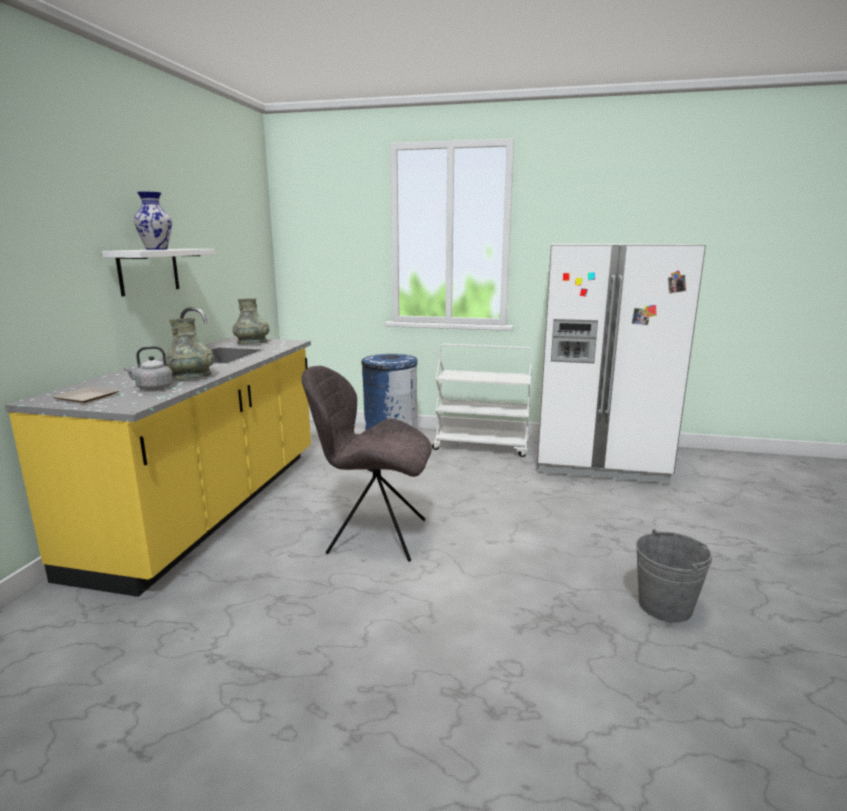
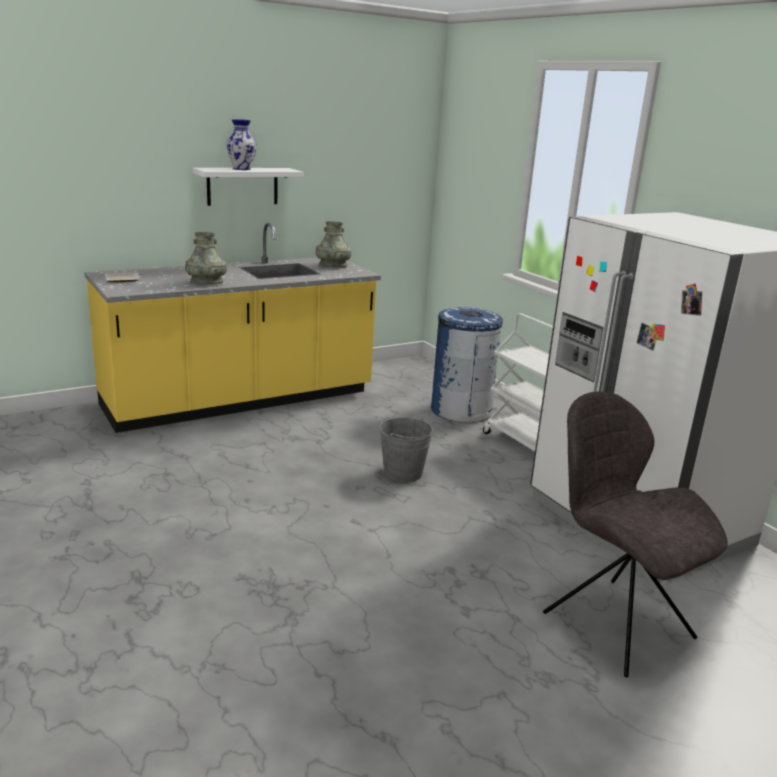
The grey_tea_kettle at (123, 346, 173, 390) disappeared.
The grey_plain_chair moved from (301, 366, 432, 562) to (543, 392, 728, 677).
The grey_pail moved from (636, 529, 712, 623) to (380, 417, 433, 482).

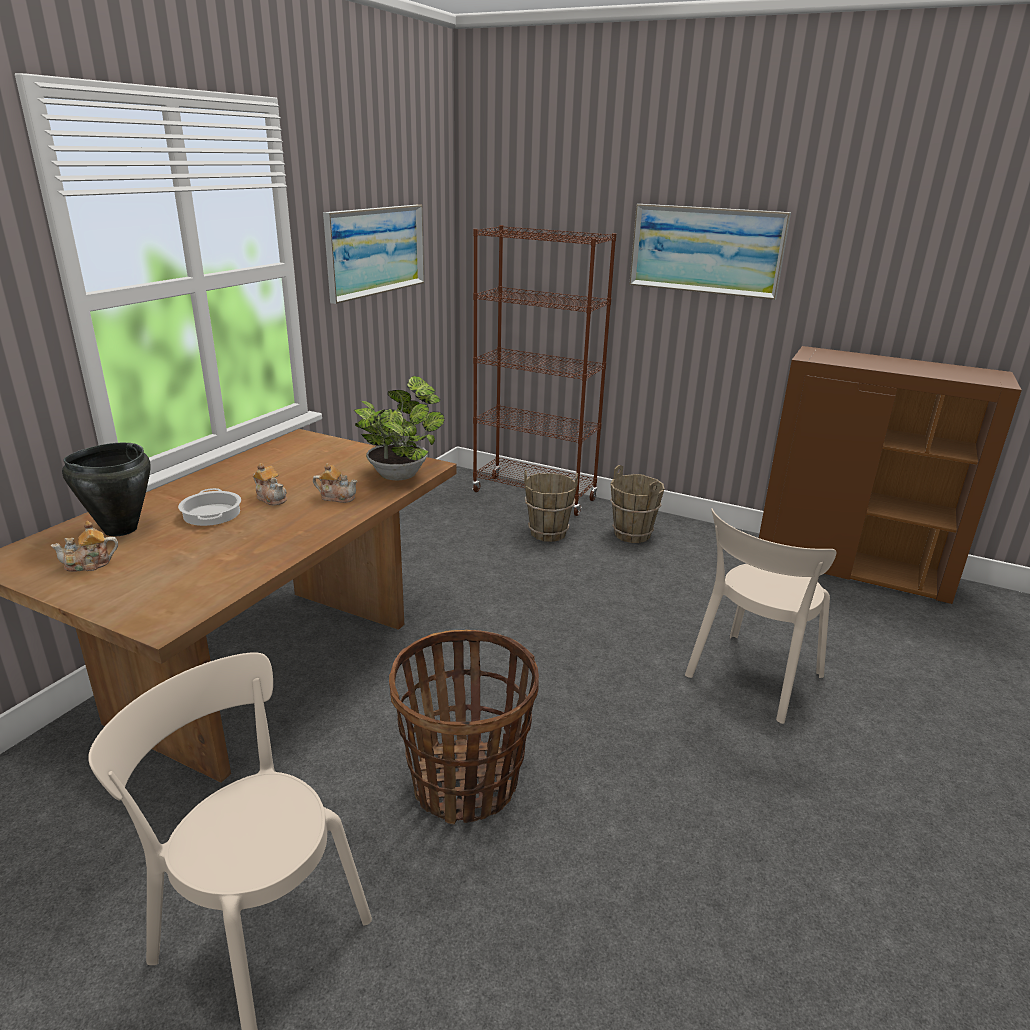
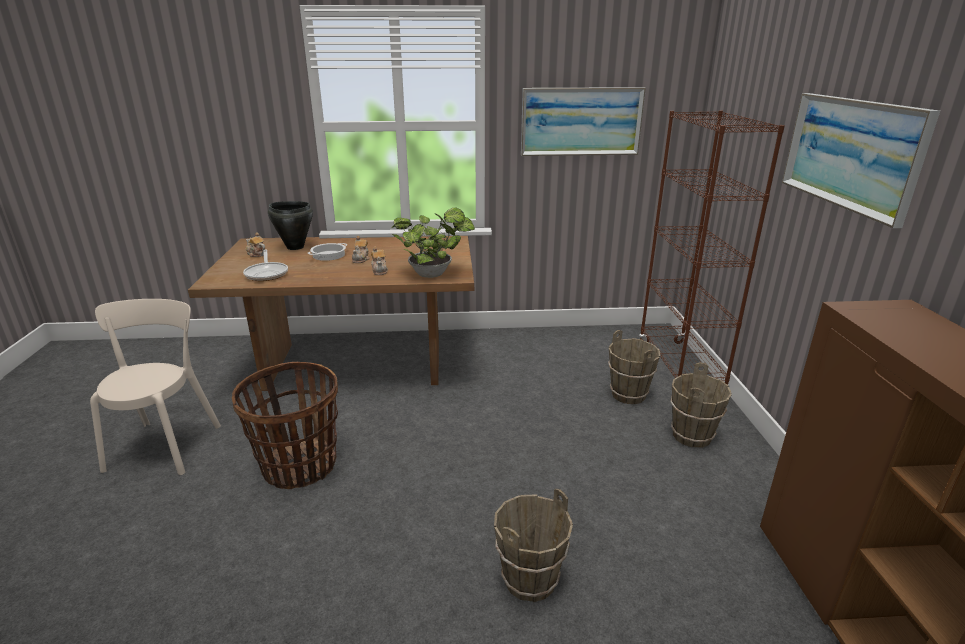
The beige_plain_chair at (685, 508, 836, 724) was replaced by the brown_pail at (494, 489, 573, 602).
The pan at (243, 249, 288, 281) appeared.

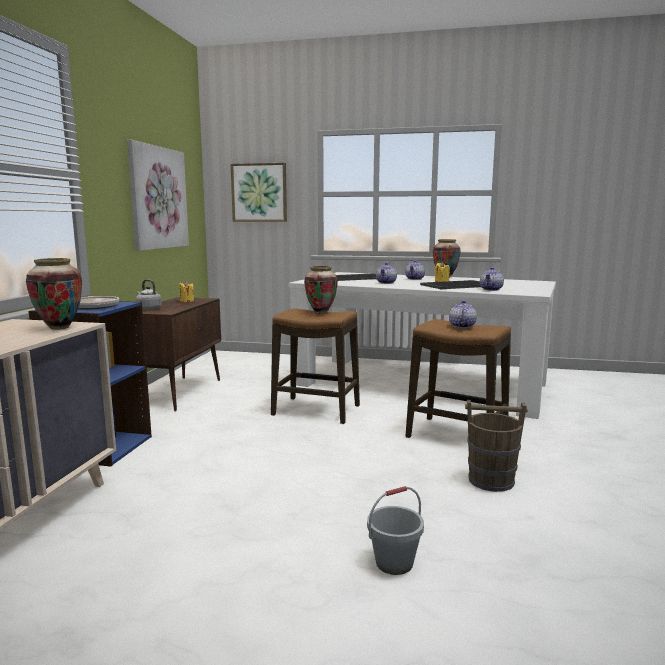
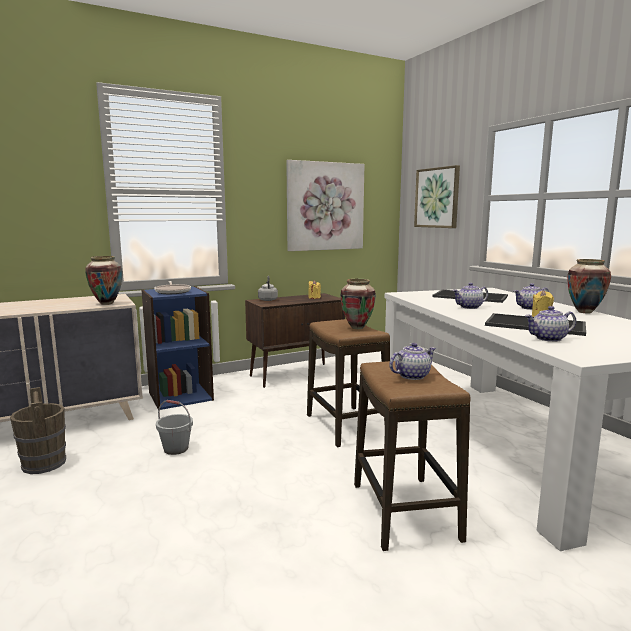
The brown_pail moved from (465, 400, 527, 492) to (10, 387, 66, 474).
The grey_pail moved from (367, 486, 424, 575) to (156, 400, 193, 455).

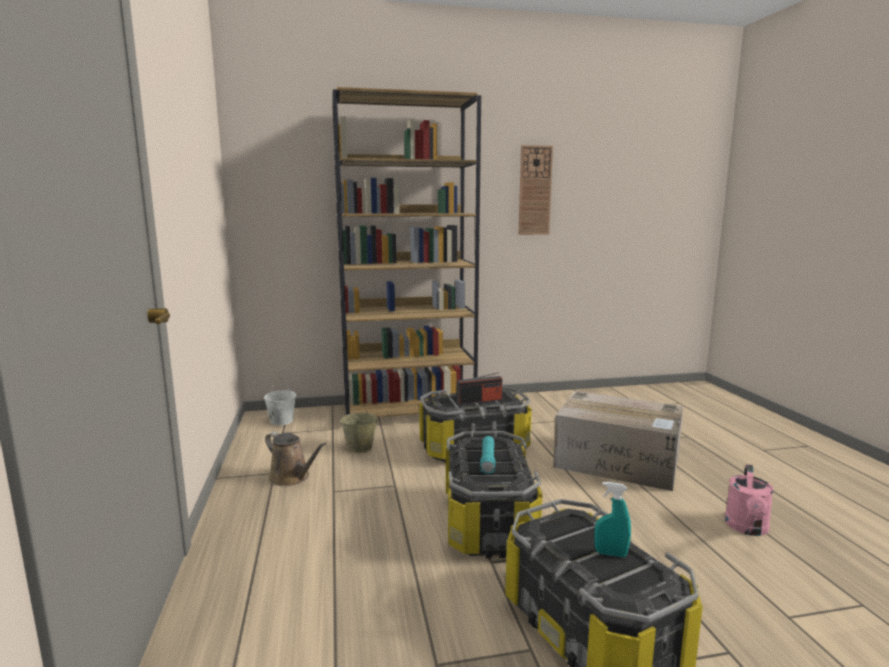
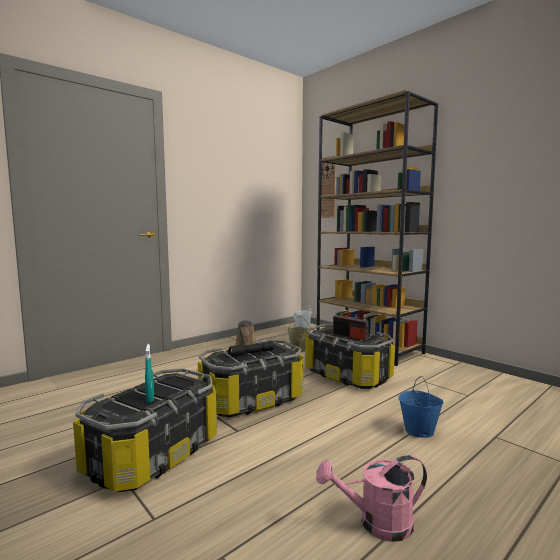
The wall_clock moved from (518, 145, 553, 235) to (318, 156, 337, 218).
The cardboard_box at (553, 391, 683, 491) was replaced by the blue_pail at (399, 376, 444, 438).
The blue-green_hand_torch at (480, 436, 495, 474) became the black_hand_torch at (228, 342, 274, 356).

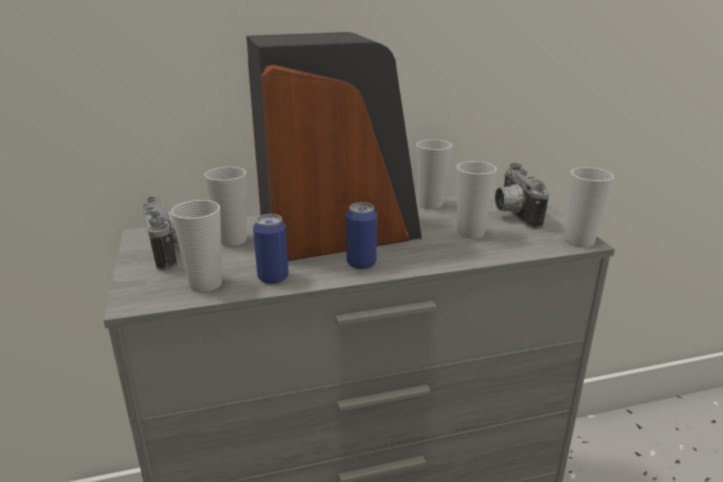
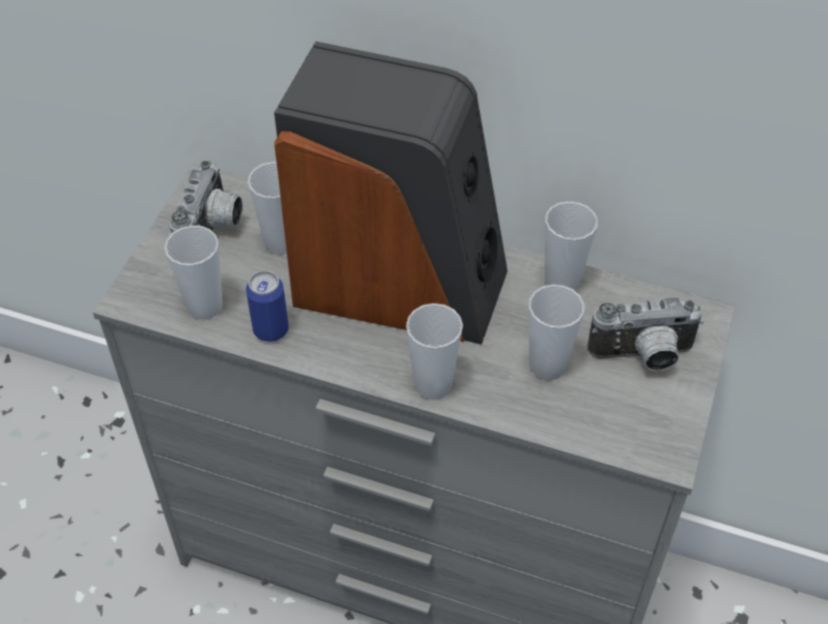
The still_camera at (495, 163, 549, 229) turned 120 degrees counterclockwise.
The drinking_cup moved from (566, 167, 614, 247) to (406, 303, 463, 400).
The can at (346, 202, 377, 270) disappeared.

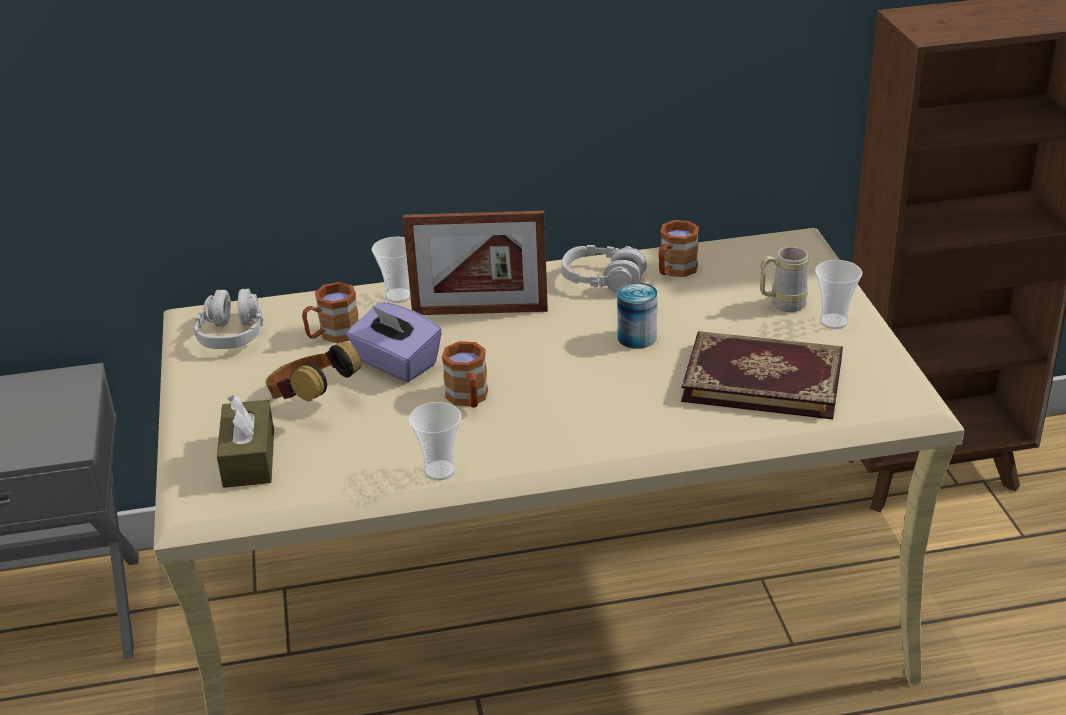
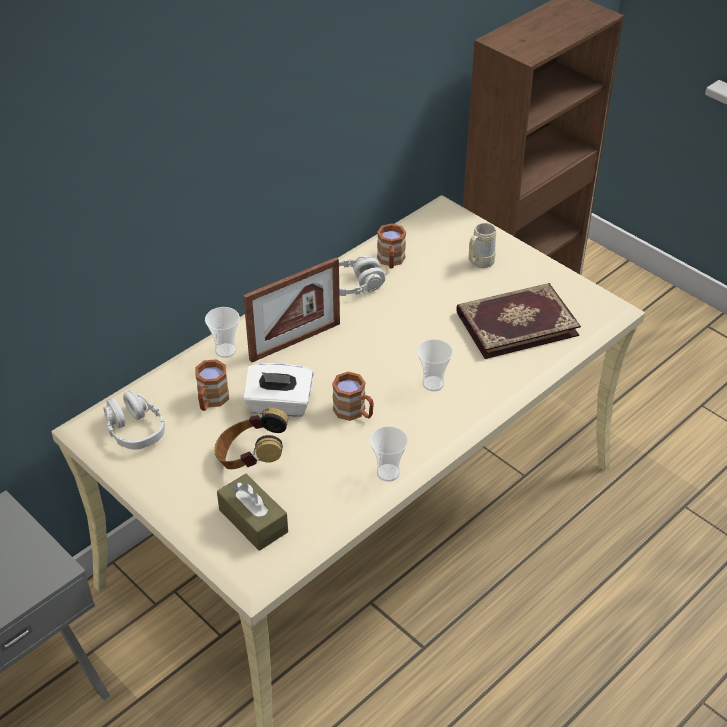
The drinking_cup moved from (815, 260, 862, 329) to (417, 339, 453, 391).
The can at (617, 283, 657, 349) disappeared.
The purplish_tissue_box at (347, 302, 442, 382) became the whitish_tissue_box at (243, 363, 313, 417).

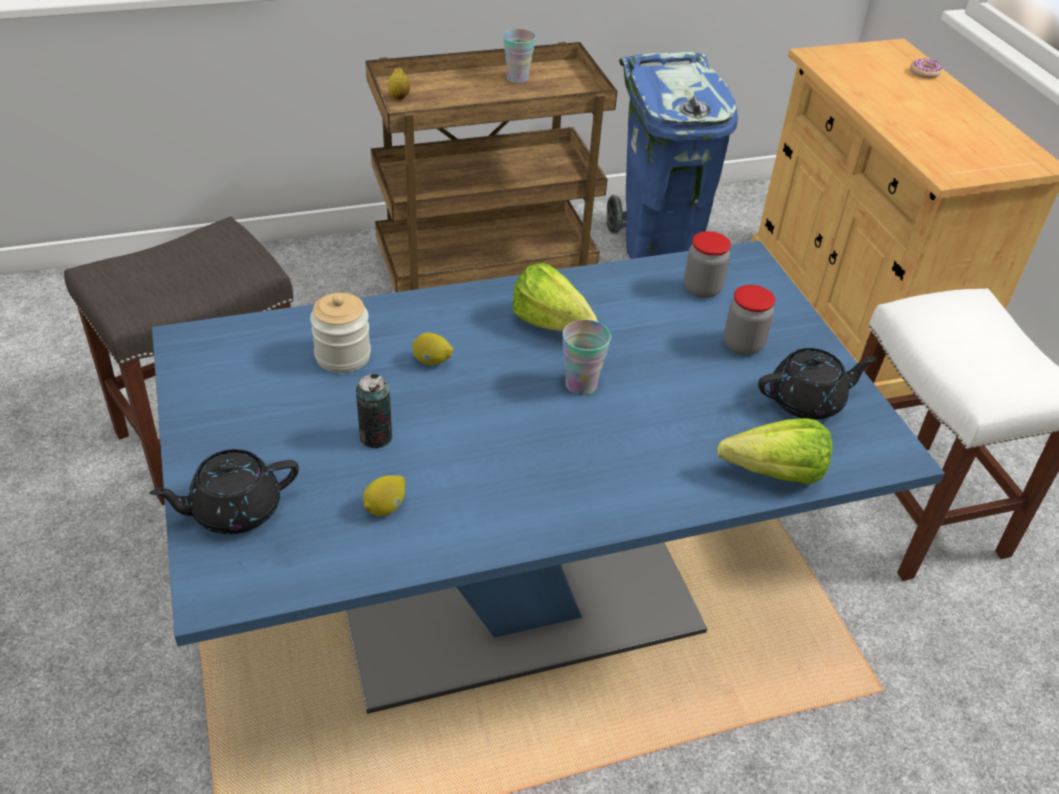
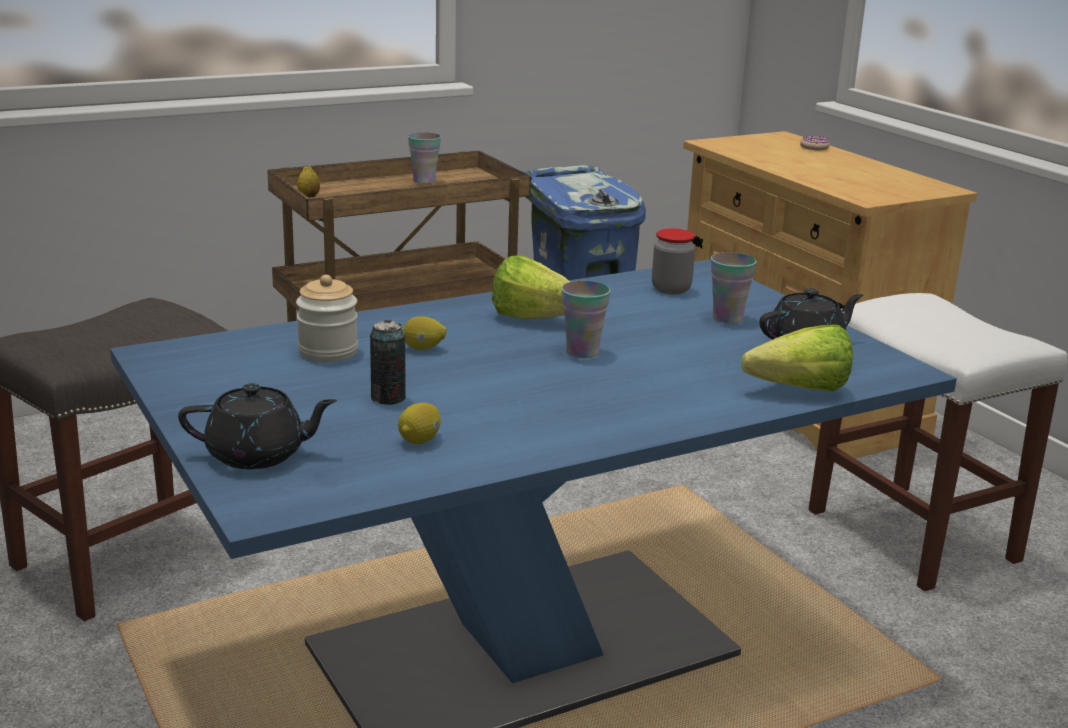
The jar at (724, 285, 775, 355) was replaced by the drinking_cup at (711, 252, 757, 324).
The black_teapot at (149, 449, 299, 534) turned 150 degrees counterclockwise.

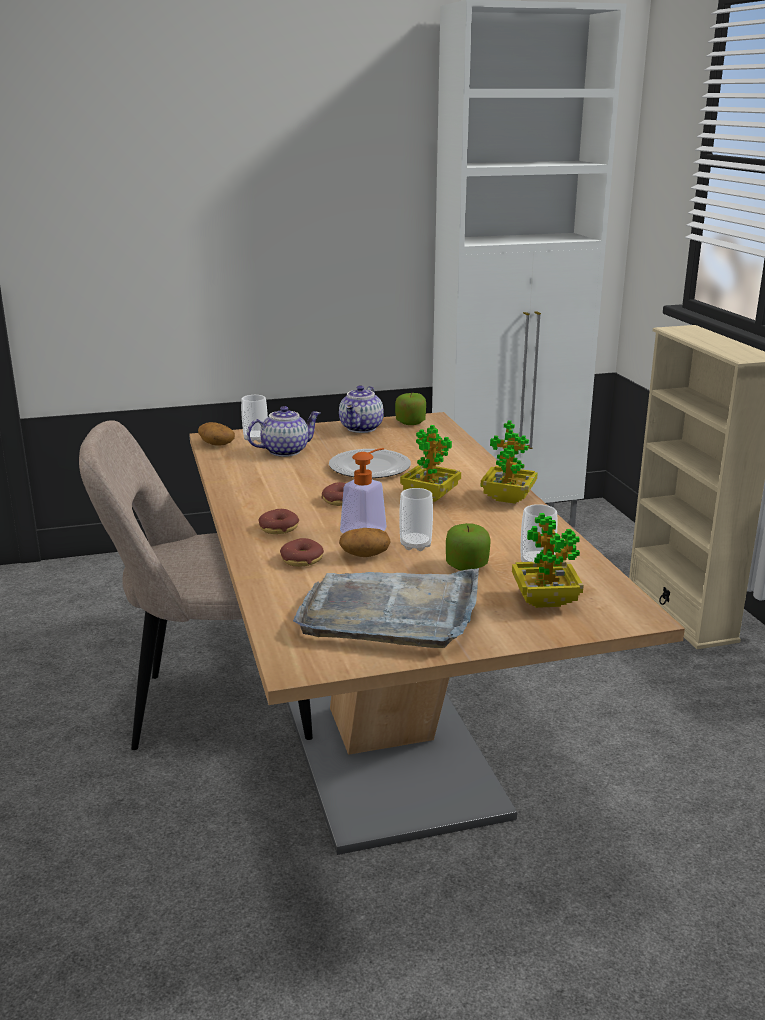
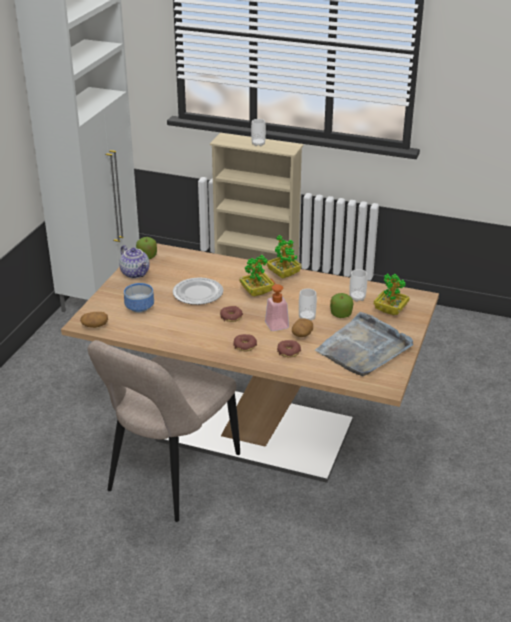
The drinking_cup moved from (241, 395, 268, 442) to (251, 119, 266, 146).
The teapot at (247, 406, 320, 457) was replaced by the bowl at (124, 283, 154, 313).

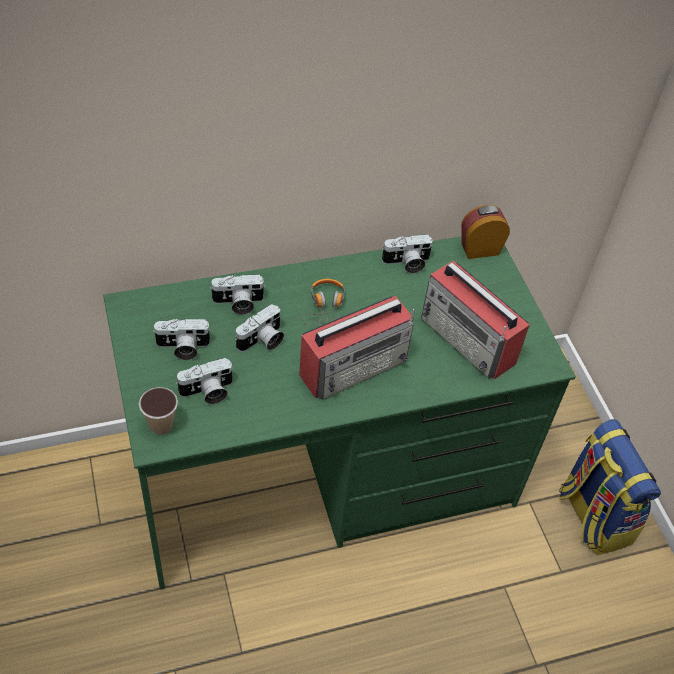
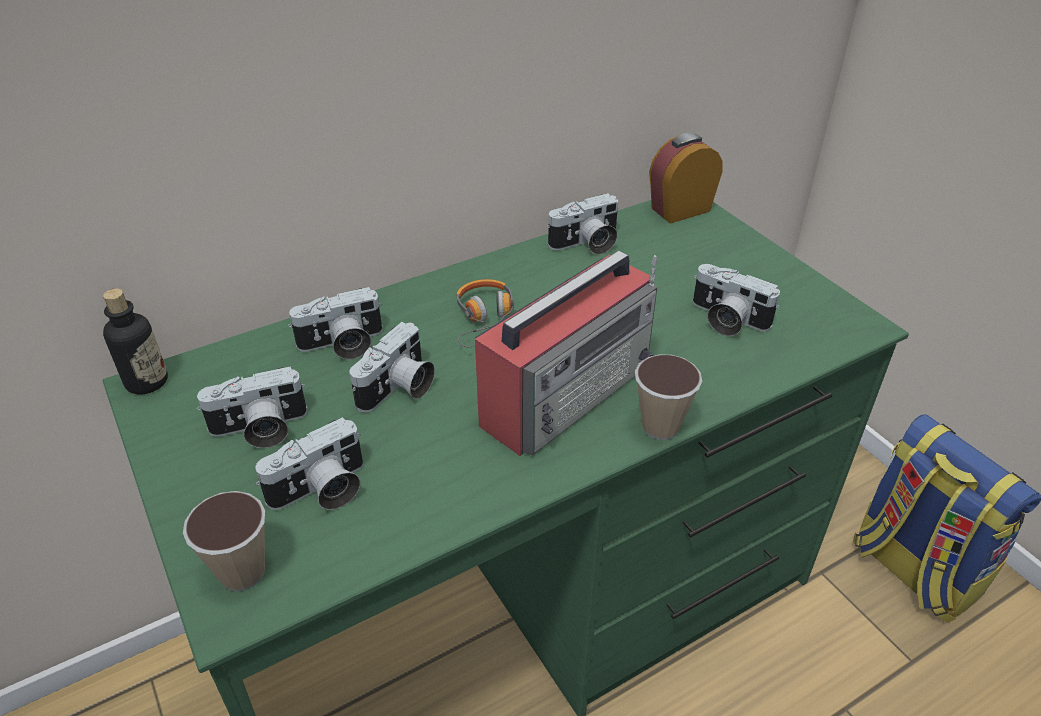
The radio at (421, 261, 529, 380) was replaced by the still_camera at (693, 264, 780, 336).
The drink_bottle at (103, 288, 168, 395) appeared.
The drinking_cup at (635, 355, 702, 440) appeared.

